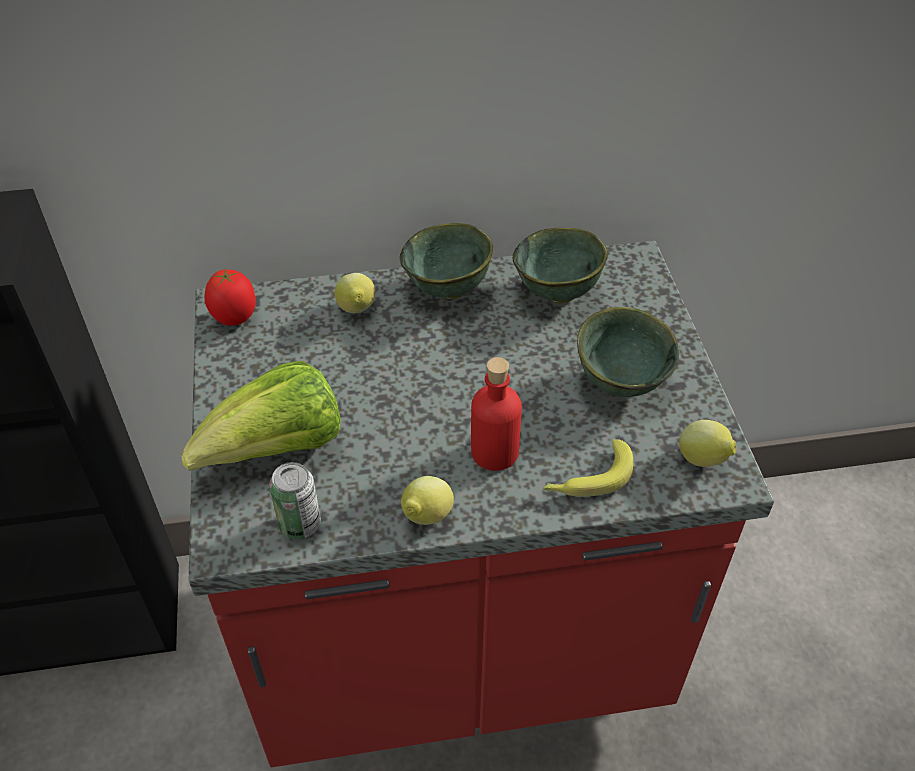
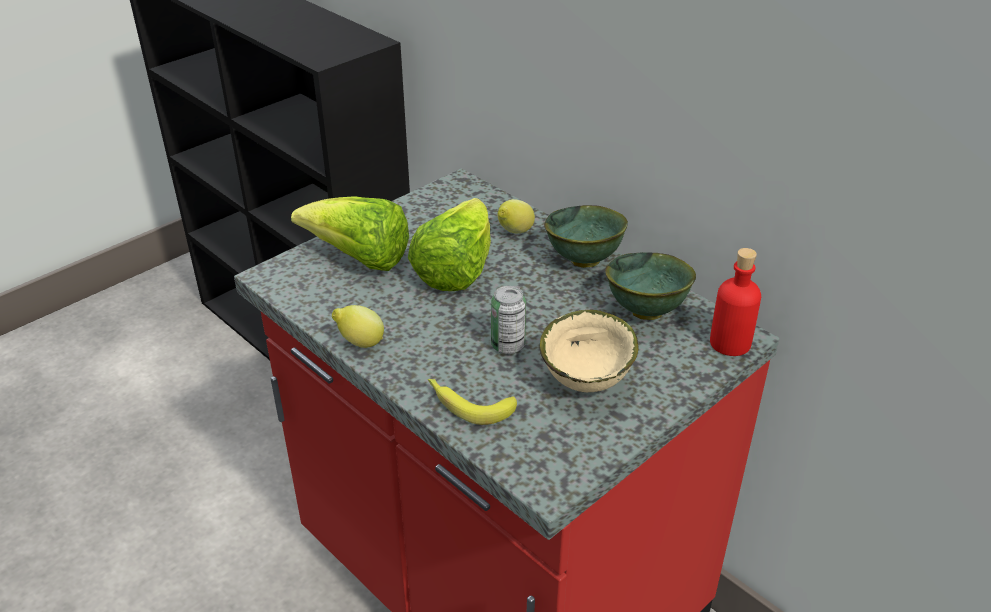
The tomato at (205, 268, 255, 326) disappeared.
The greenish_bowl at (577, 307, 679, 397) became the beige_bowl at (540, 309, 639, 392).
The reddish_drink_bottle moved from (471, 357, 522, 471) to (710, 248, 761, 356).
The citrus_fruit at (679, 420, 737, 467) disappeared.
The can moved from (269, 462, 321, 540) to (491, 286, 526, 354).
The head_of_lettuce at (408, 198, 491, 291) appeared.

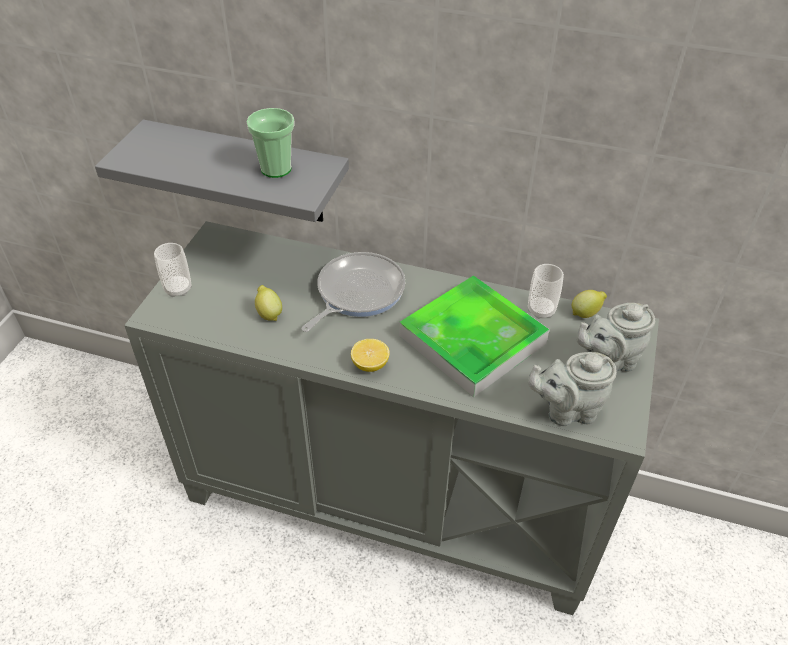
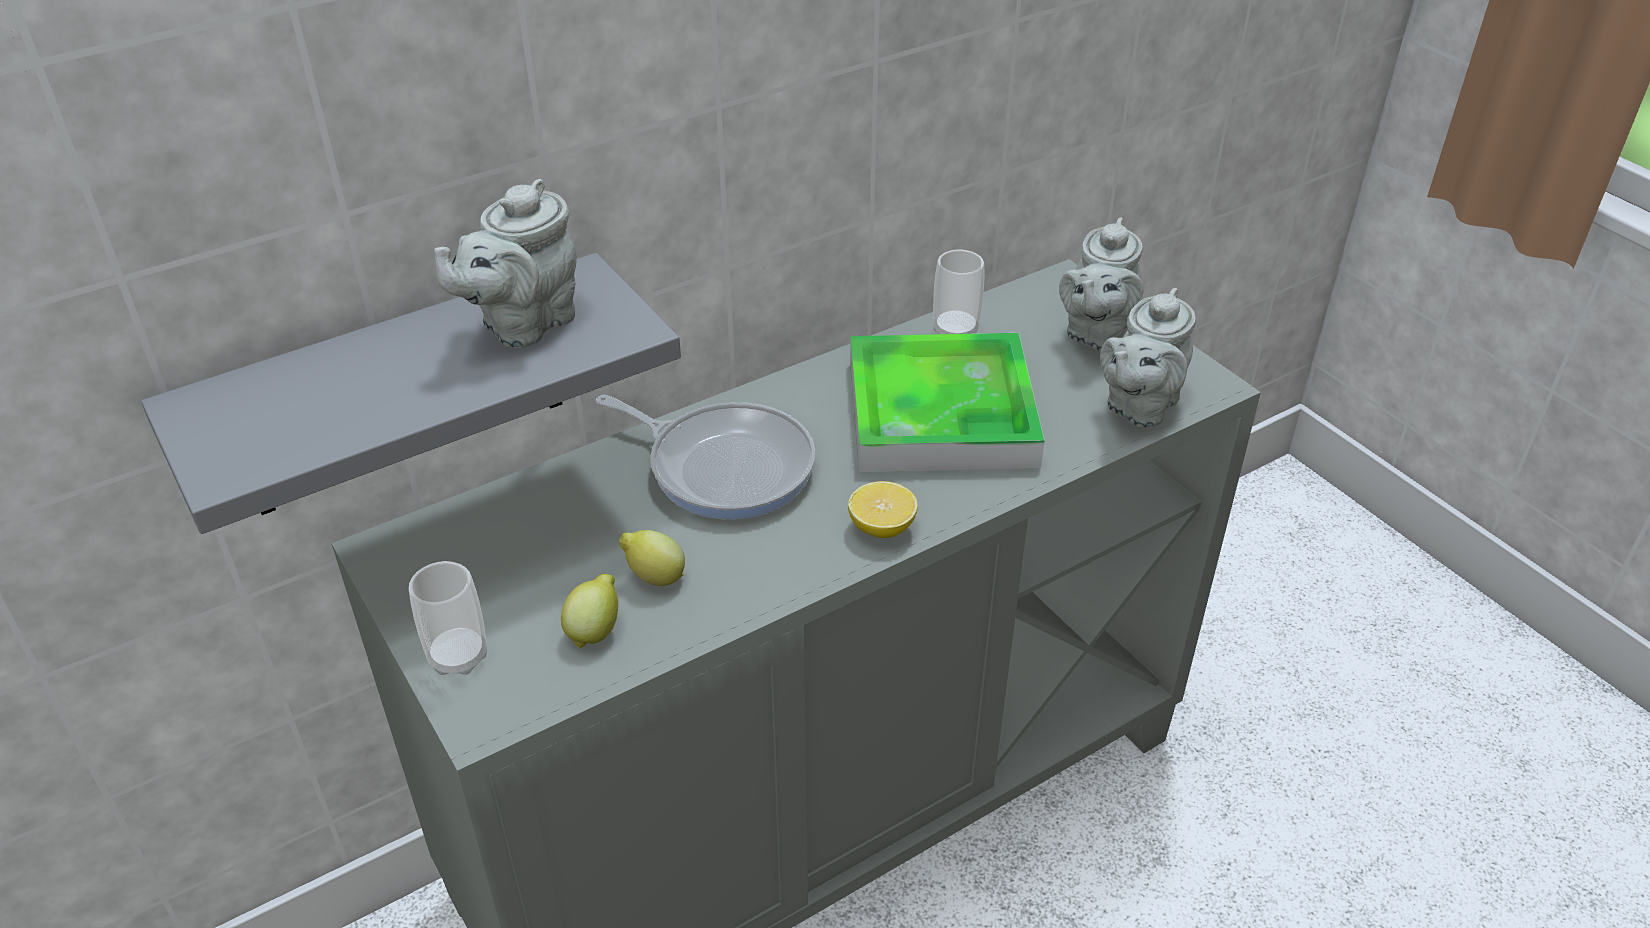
The drinking_cup at (247, 108, 295, 178) was replaced by the grey_teapot at (434, 179, 577, 348).
The pan at (301, 252, 405, 332) turned 135 degrees clockwise.
The citrus_fruit moved from (572, 290, 607, 318) to (561, 574, 618, 649).

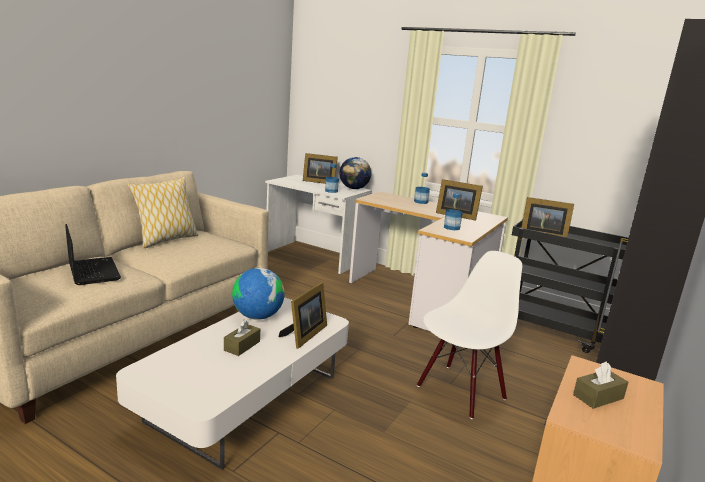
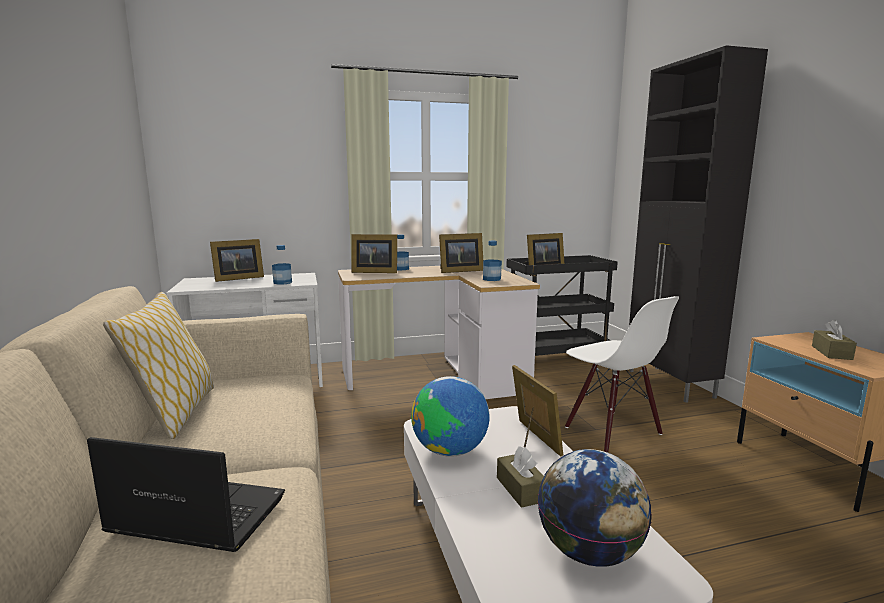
The desk_globe moved from (339, 157, 371, 189) to (538, 449, 652, 567).
The whitish_plain_chair at (417, 251, 522, 419) turned 150 degrees clockwise.
The picture_frame at (351, 234, 397, 273) appeared.

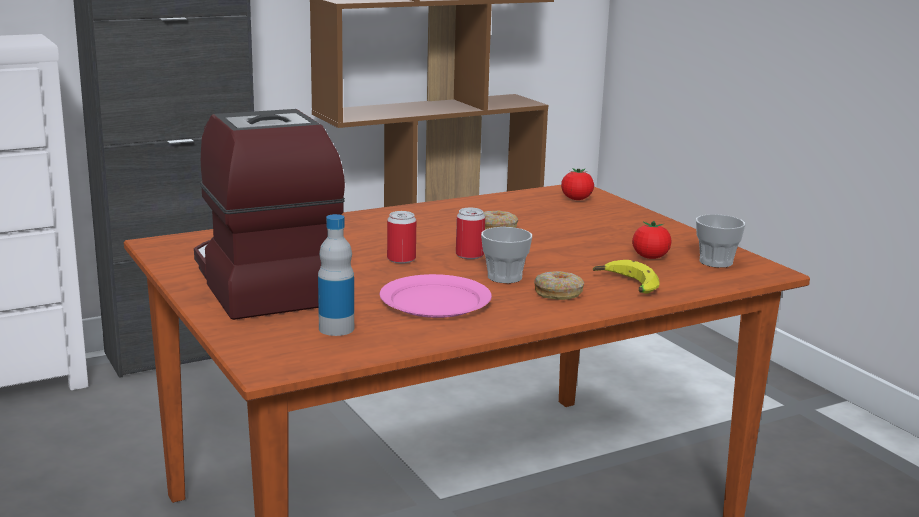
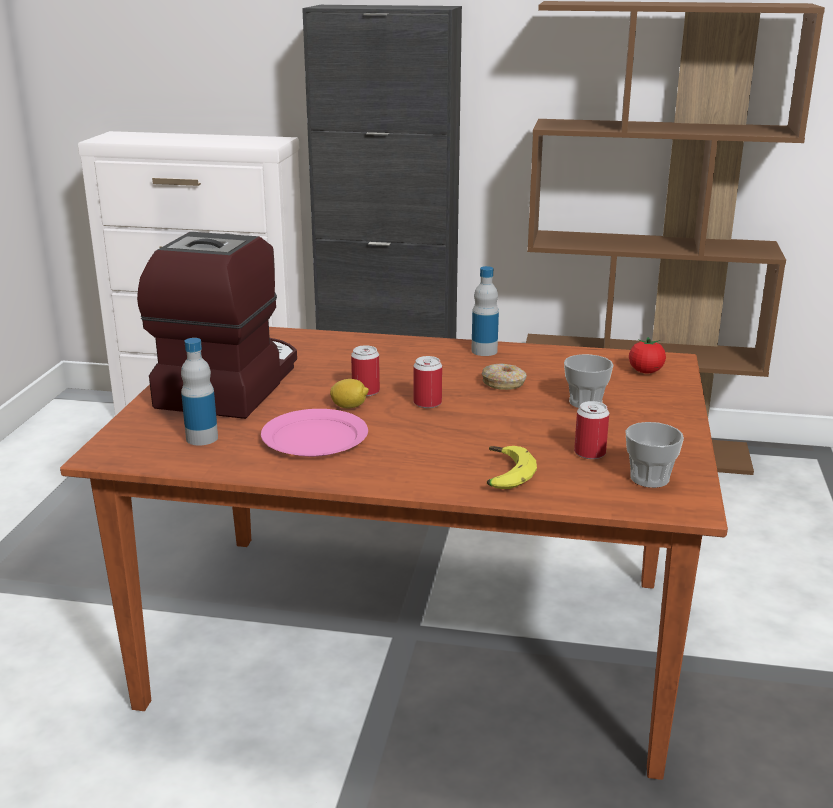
The tomato at (632, 221, 671, 259) was replaced by the can at (574, 401, 609, 459).
The drinking_cup moved from (481, 227, 532, 283) to (564, 354, 613, 408).
The doughnut at (534, 271, 584, 300) disappeared.
The drink_bottle at (471, 266, 499, 356) appeared.
The citrus_fruit at (330, 379, 369, 409) appeared.

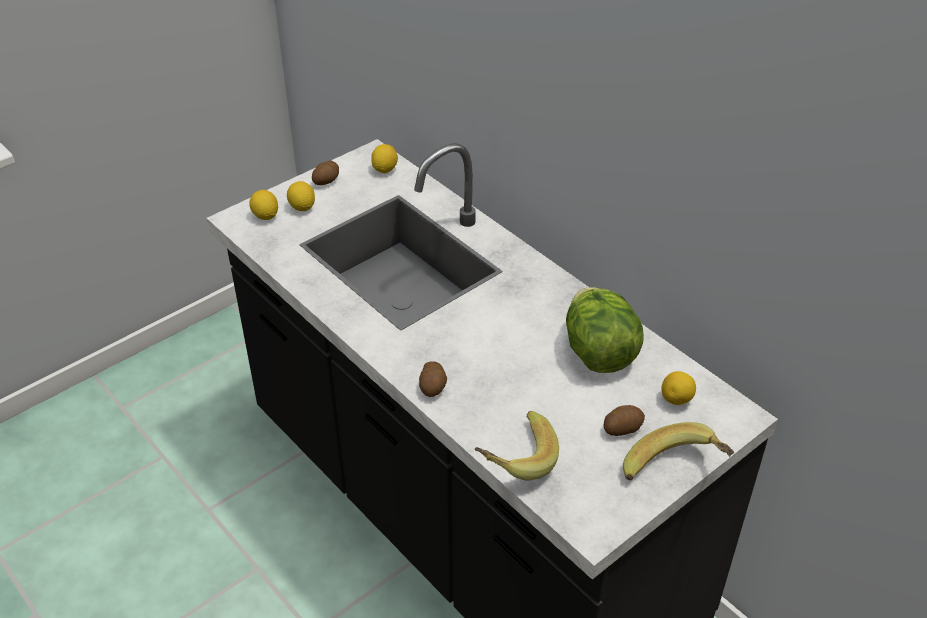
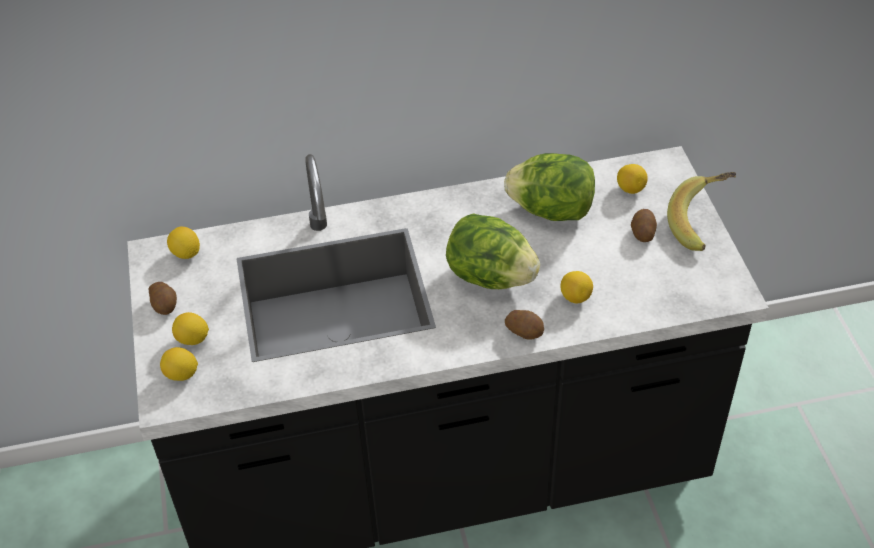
The banana_fruit at (475, 411, 559, 480) disappeared.
The head_of_lettuce at (446, 213, 540, 289) appeared.
The citrus_fruit at (560, 271, 593, 303) appeared.

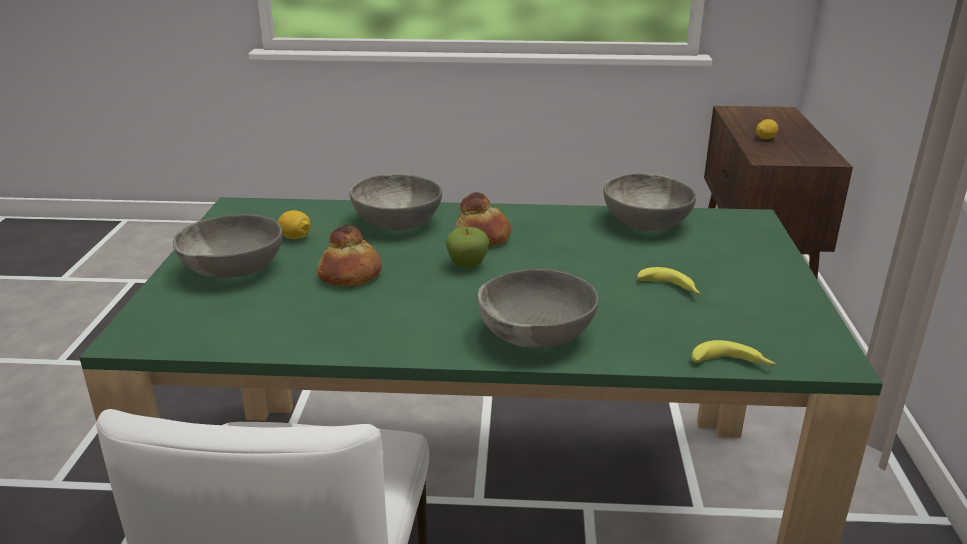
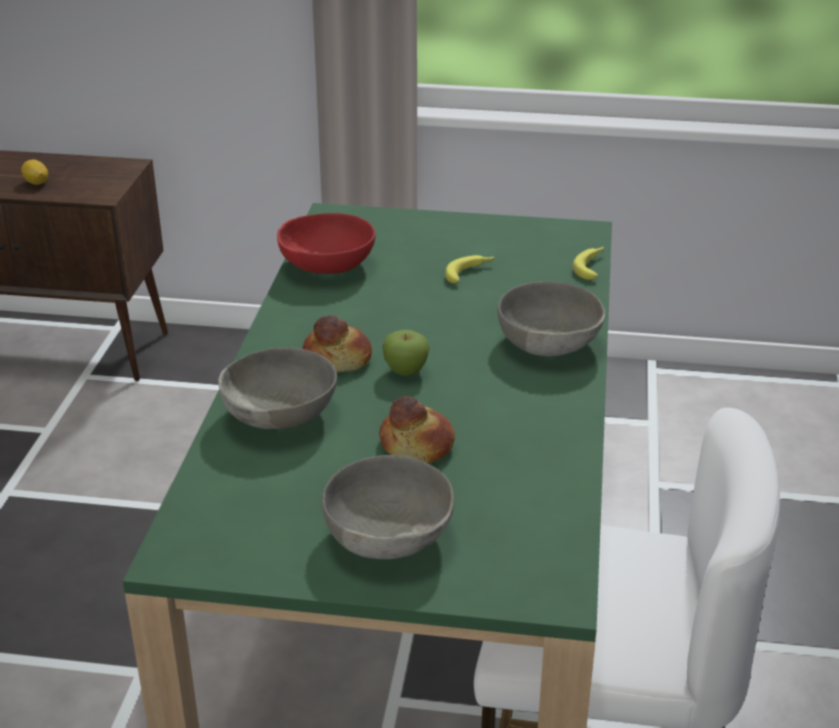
The grey_bowl at (603, 173, 696, 231) became the reddish_bowl at (277, 213, 376, 274).
The citrus_fruit at (278, 210, 311, 239) disappeared.

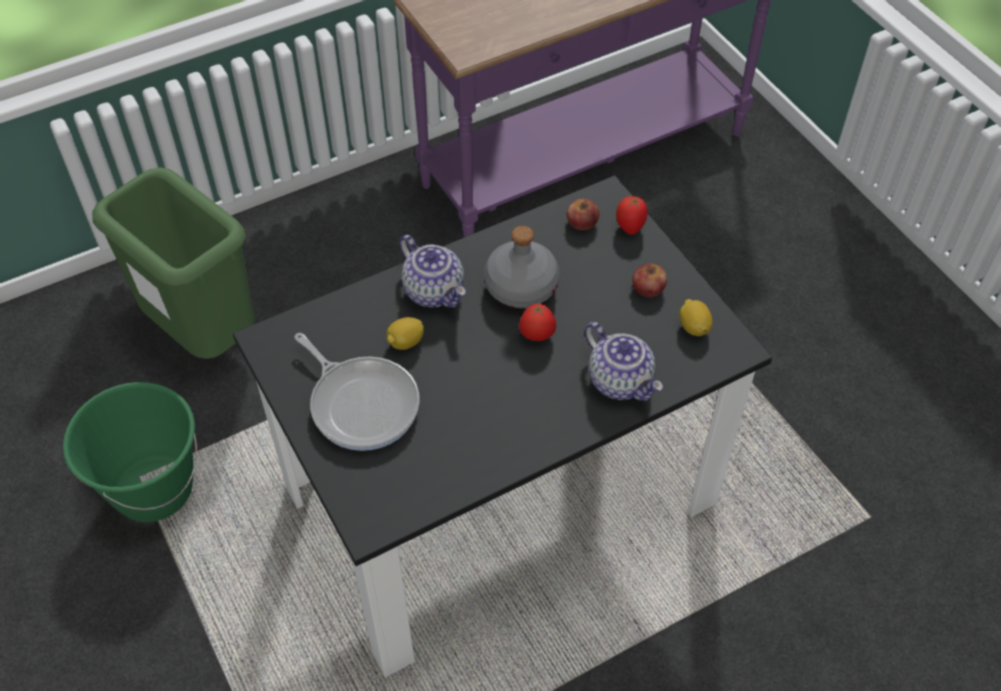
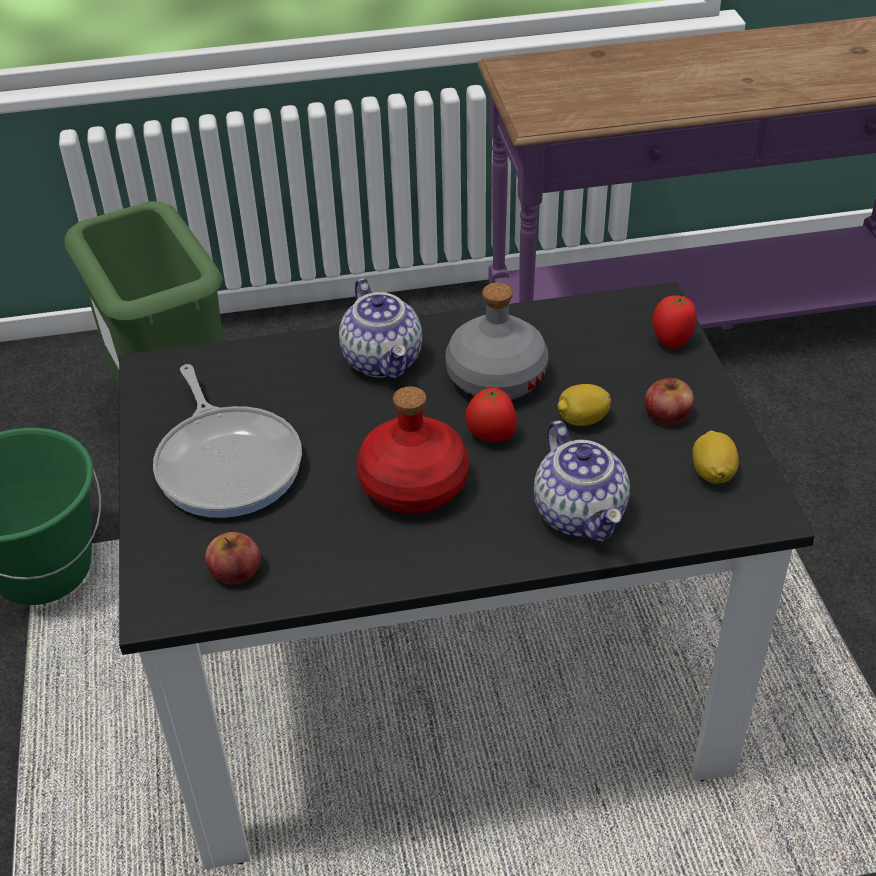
The apple_fruit moved from (567, 199, 599, 230) to (205, 532, 261, 585).
The citrus_fruit moved from (387, 317, 424, 350) to (558, 384, 611, 426).
The reddish_drink_bottle at (356, 386, 469, 514) appeared.

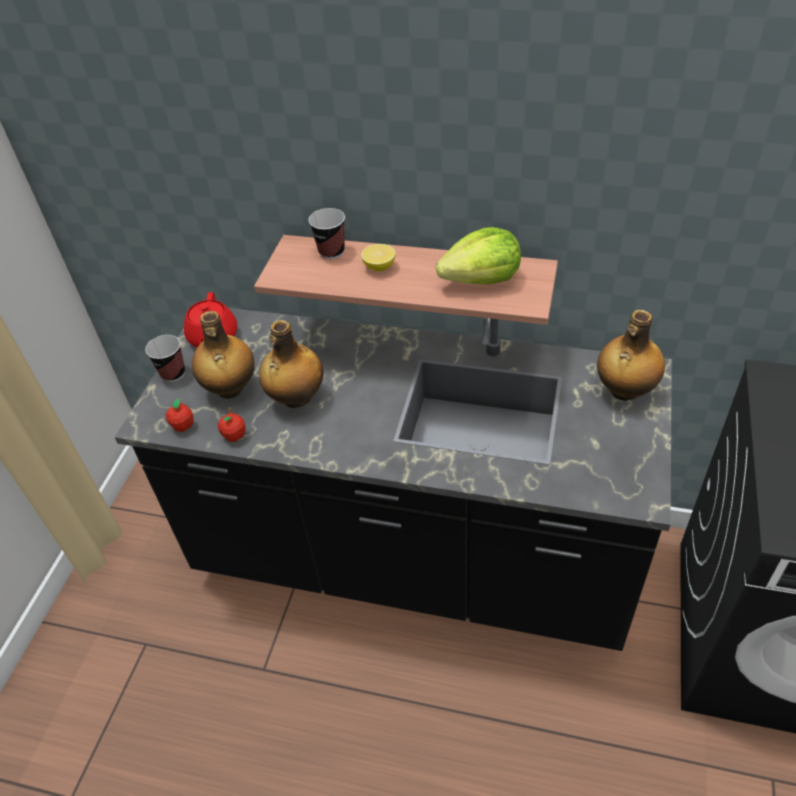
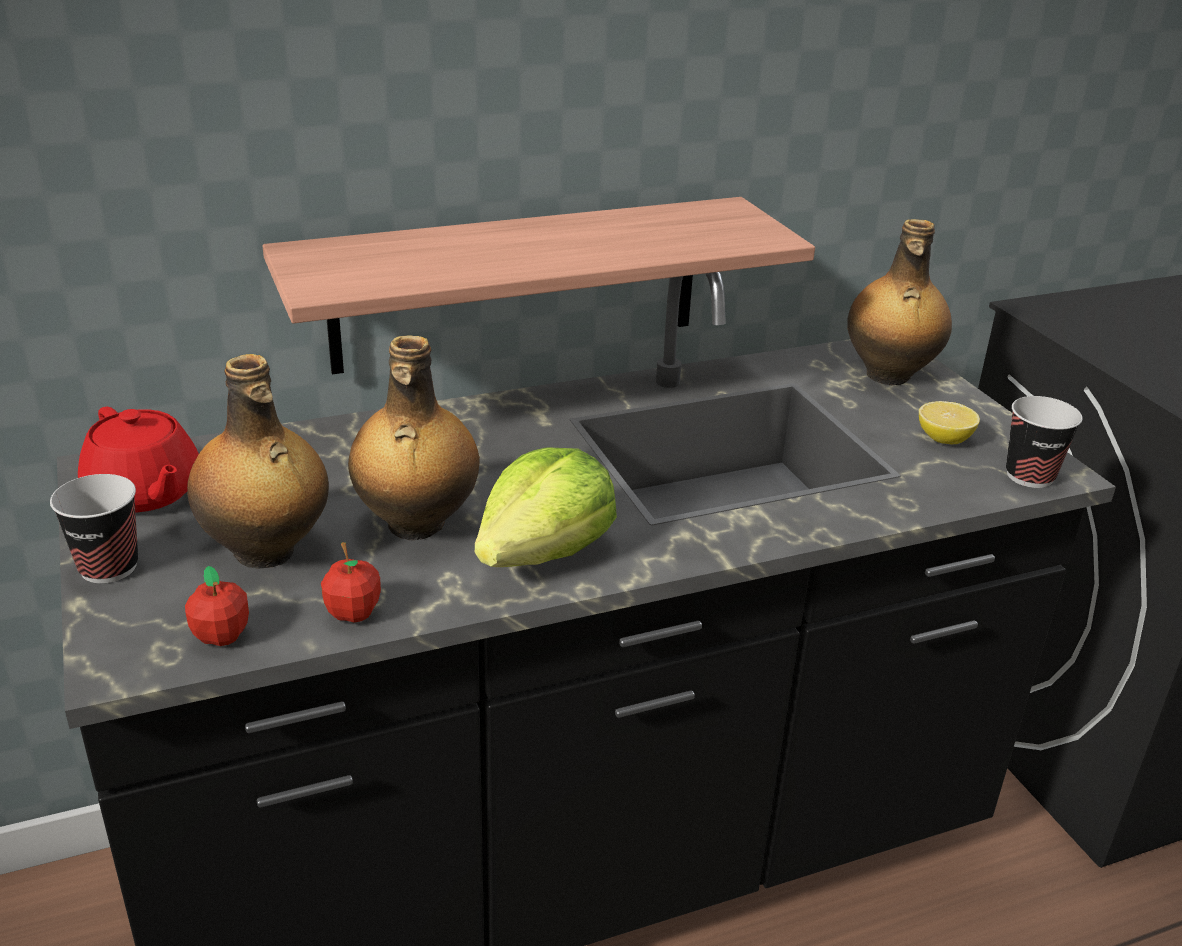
The drinking_cup moved from (309, 208, 345, 259) to (1006, 396, 1083, 488).
The head_of_lettuce moved from (436, 227, 521, 285) to (475, 447, 617, 567).
The citrus_fruit moved from (361, 244, 396, 272) to (919, 401, 980, 444).

